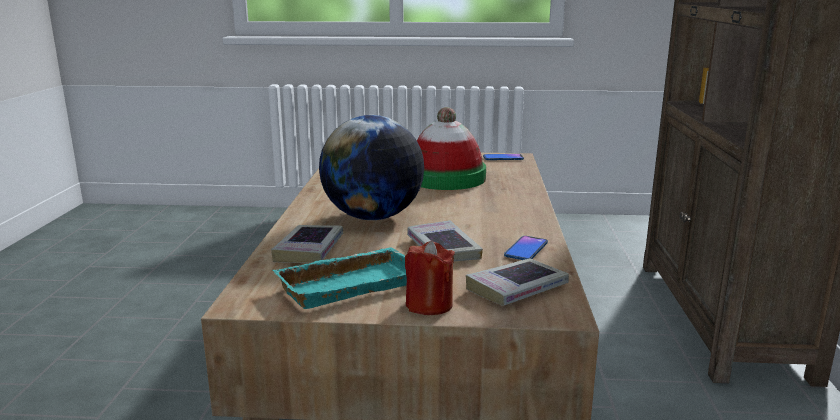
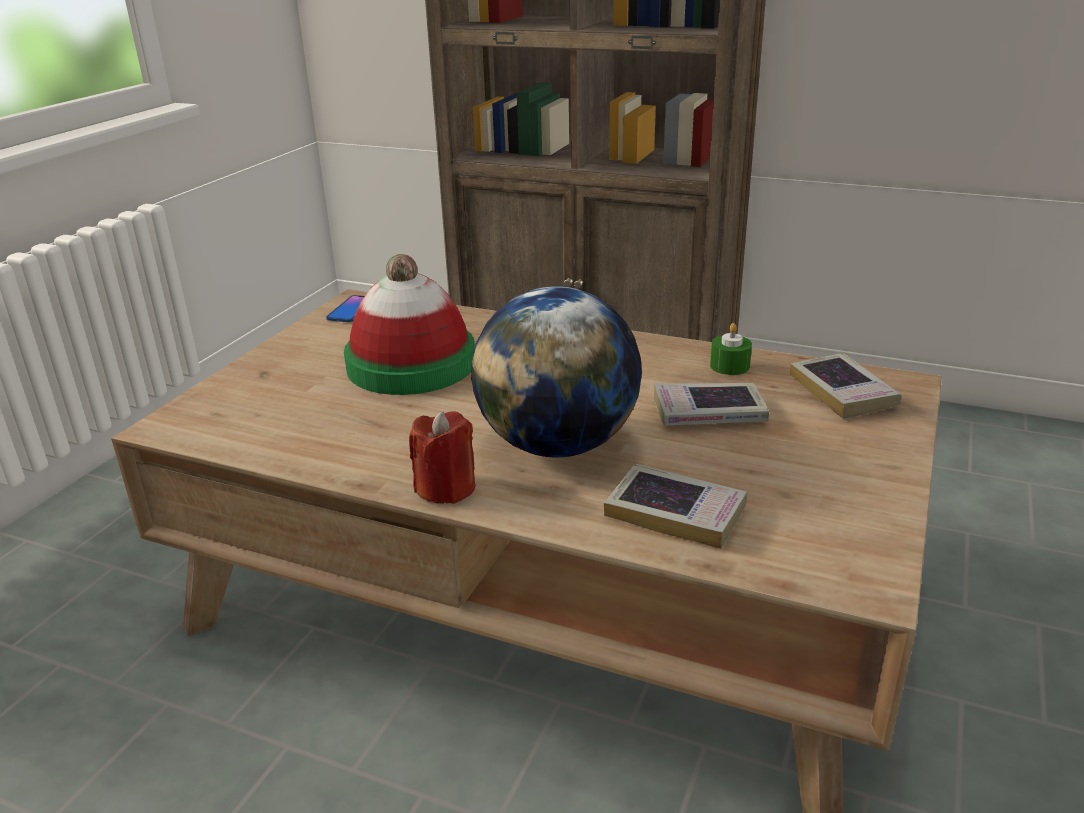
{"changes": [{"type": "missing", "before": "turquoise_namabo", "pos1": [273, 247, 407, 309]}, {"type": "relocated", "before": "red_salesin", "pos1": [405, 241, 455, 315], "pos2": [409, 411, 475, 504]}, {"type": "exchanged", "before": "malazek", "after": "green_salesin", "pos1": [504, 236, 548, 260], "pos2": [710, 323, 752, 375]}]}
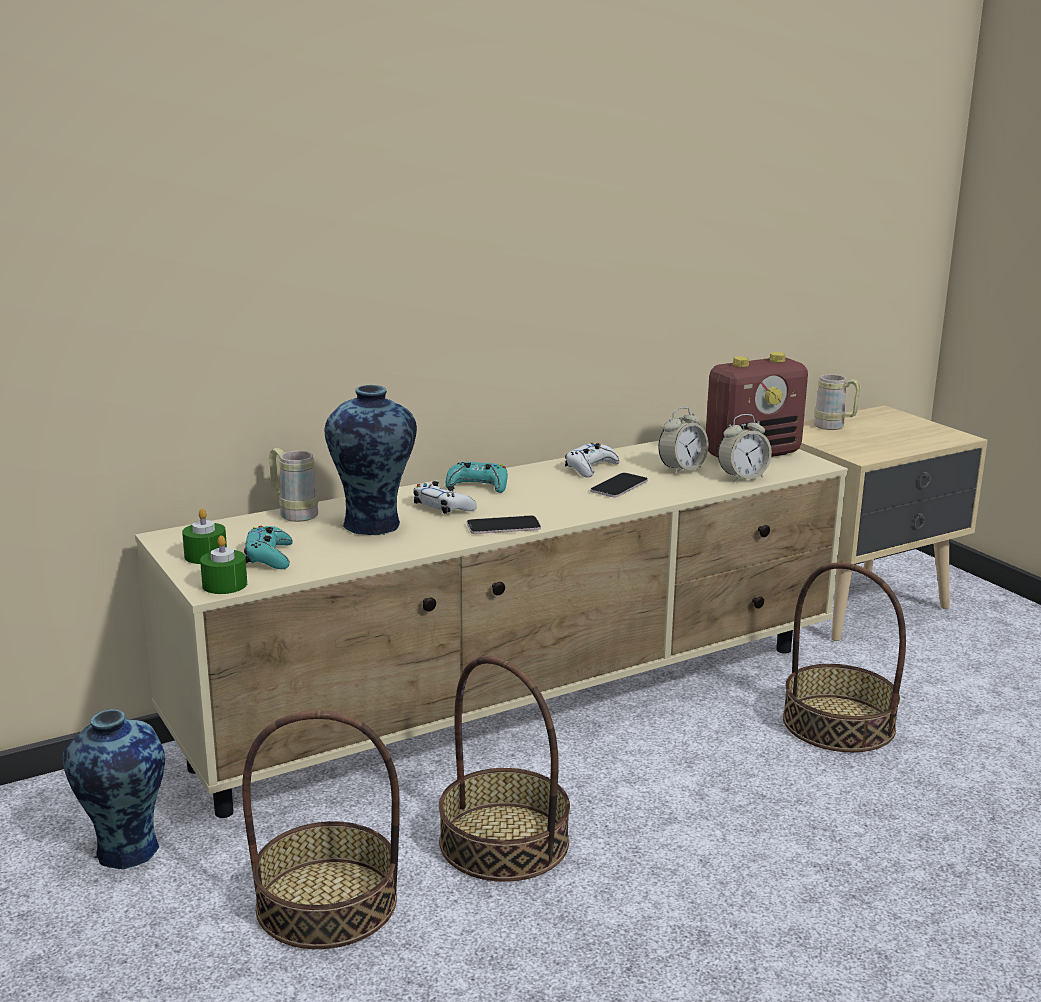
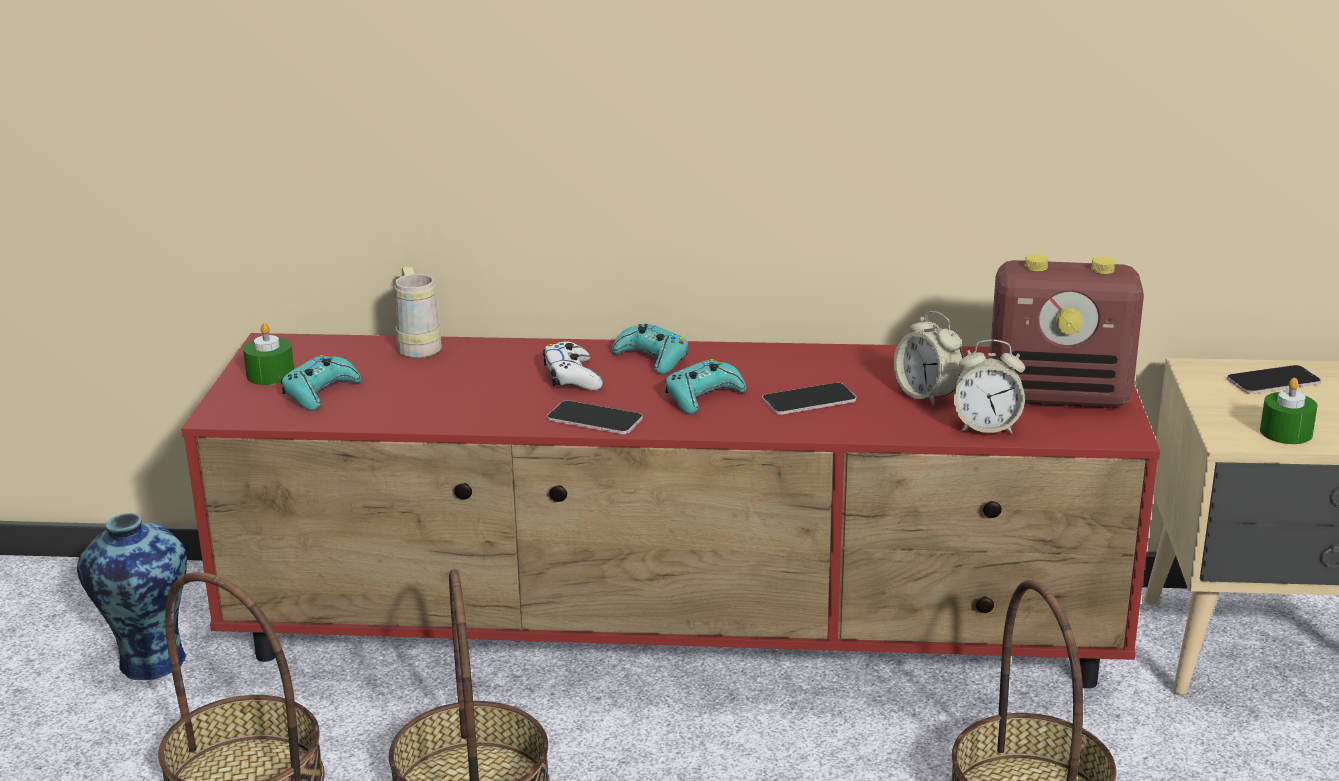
{"changes": [{"type": "colour", "before": "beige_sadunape", "after": "red_sadunape", "pos1": [135, 441, 848, 818], "pos2": [181, 333, 1160, 689]}, {"type": "relocated", "before": "green_salesin", "pos1": [200, 535, 247, 594], "pos2": [1260, 378, 1318, 444]}, {"type": "missing", "before": "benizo", "pos1": [325, 385, 417, 535]}, {"type": "missing", "before": "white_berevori", "pos1": [565, 443, 619, 478]}, {"type": "spun", "before": "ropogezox", "pos1": [658, 407, 708, 474], "pos2": [894, 311, 963, 407], "turn": 60}, {"type": "exchanged", "before": "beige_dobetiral", "after": "malazek", "pos1": [814, 374, 861, 430], "pos2": [1227, 365, 1321, 394]}, {"type": "appeared", "after": "turquoise_berevori", "pos2": [665, 359, 746, 414]}]}
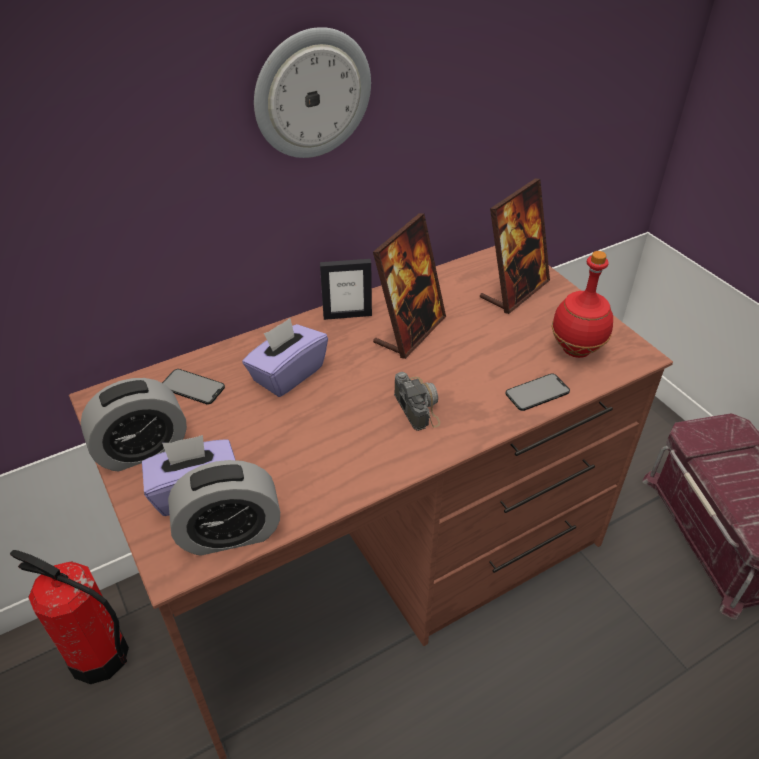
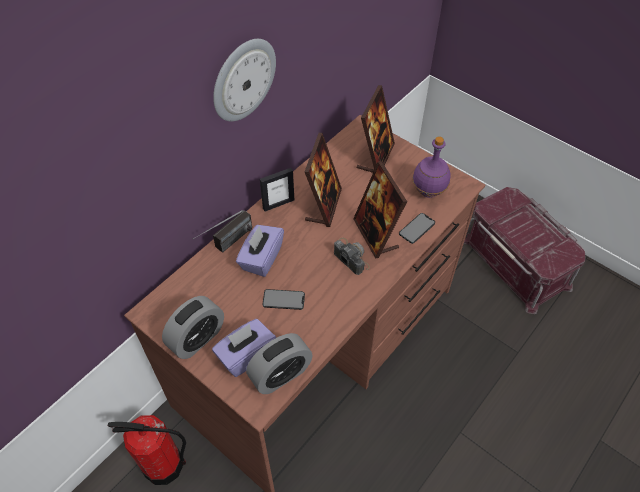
{"changes": [{"type": "relocated", "before": "malazek", "pos1": [162, 369, 225, 405], "pos2": [263, 289, 305, 310]}, {"type": "colour", "before": "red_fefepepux", "after": "purple_fefepepux", "pos1": [552, 251, 613, 358], "pos2": [412, 136, 451, 198]}, {"type": "appeared", "after": "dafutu", "pos2": [193, 210, 252, 253]}, {"type": "appeared", "after": "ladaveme", "pos2": [353, 161, 407, 258]}]}
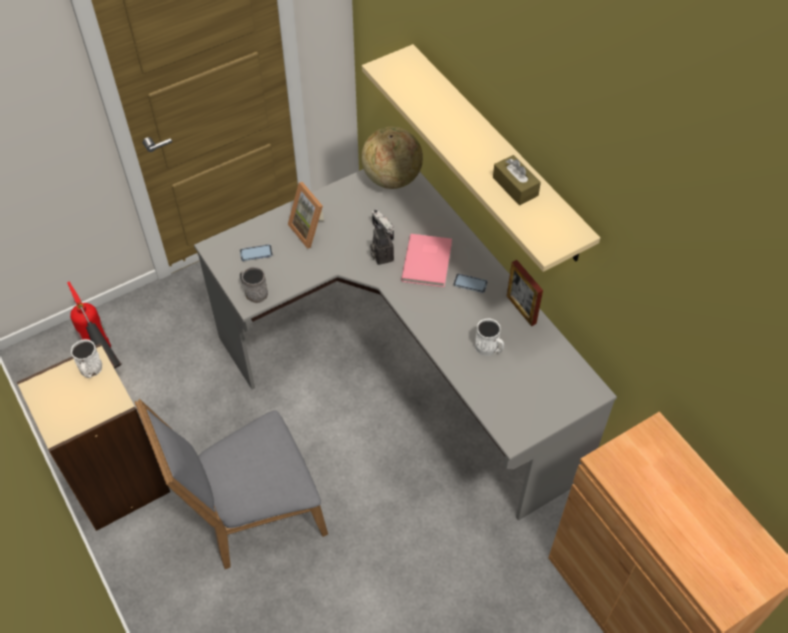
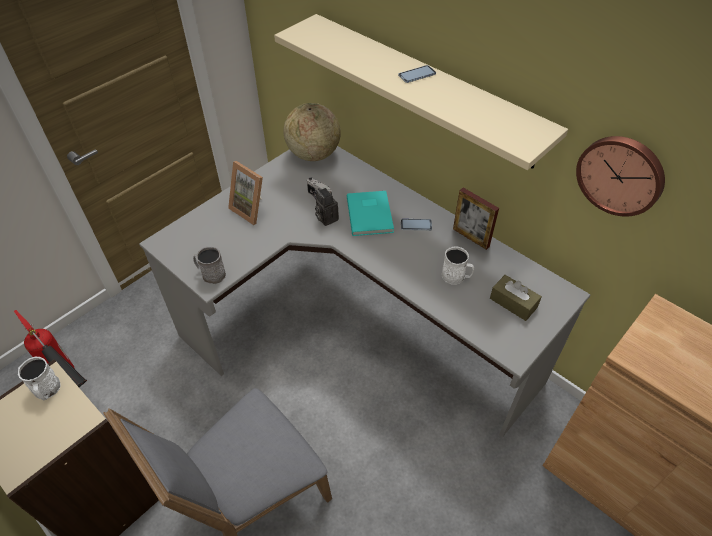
{"changes": [{"type": "relocated", "before": "malazek", "pos1": [240, 244, 273, 261], "pos2": [398, 65, 436, 83]}, {"type": "colour", "before": "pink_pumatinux", "after": "turquoise_pumatinux", "pos1": [401, 234, 452, 287], "pos2": [347, 191, 394, 236]}, {"type": "relocated", "before": "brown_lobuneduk", "pos1": [493, 155, 541, 205], "pos2": [490, 275, 542, 321]}, {"type": "appeared", "after": "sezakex", "pos2": [576, 136, 665, 217]}]}
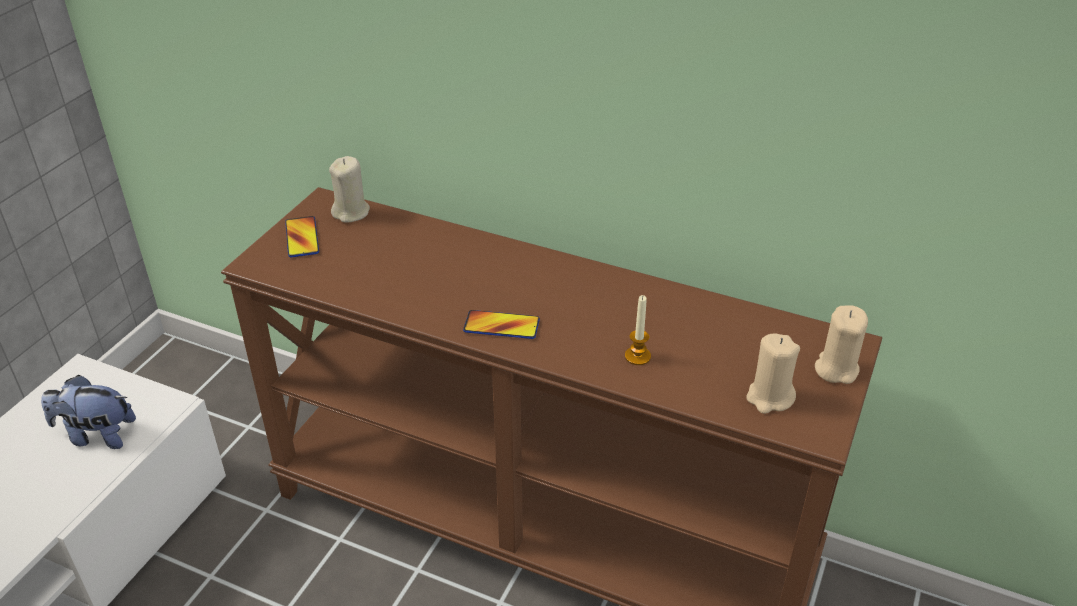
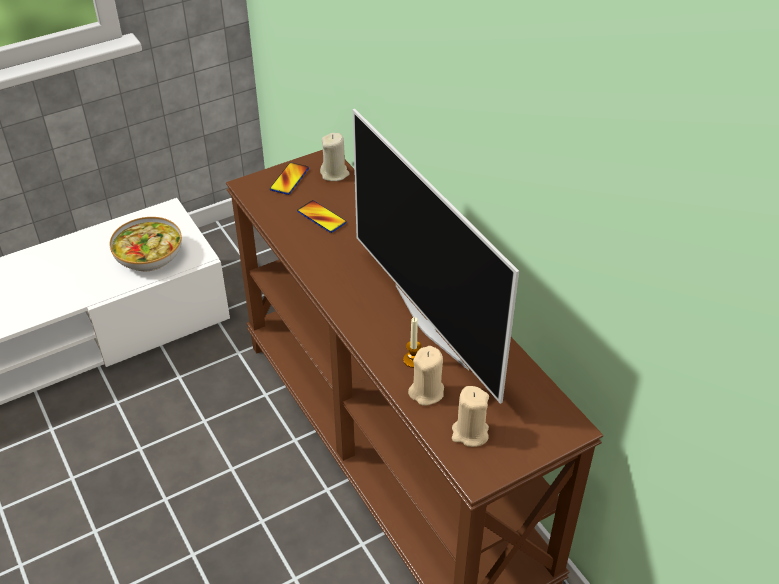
{"changes": [{"type": "exchanged", "before": "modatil", "after": "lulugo", "pos1": [41, 375, 136, 449], "pos2": [109, 217, 182, 272]}, {"type": "relocated", "before": "malazek", "pos1": [463, 310, 540, 339], "pos2": [297, 200, 347, 233]}, {"type": "relocated", "before": "beige_salesin", "pos1": [815, 305, 868, 384], "pos2": [408, 346, 444, 406]}, {"type": "appeared", "after": "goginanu", "pos2": [353, 109, 519, 404]}]}
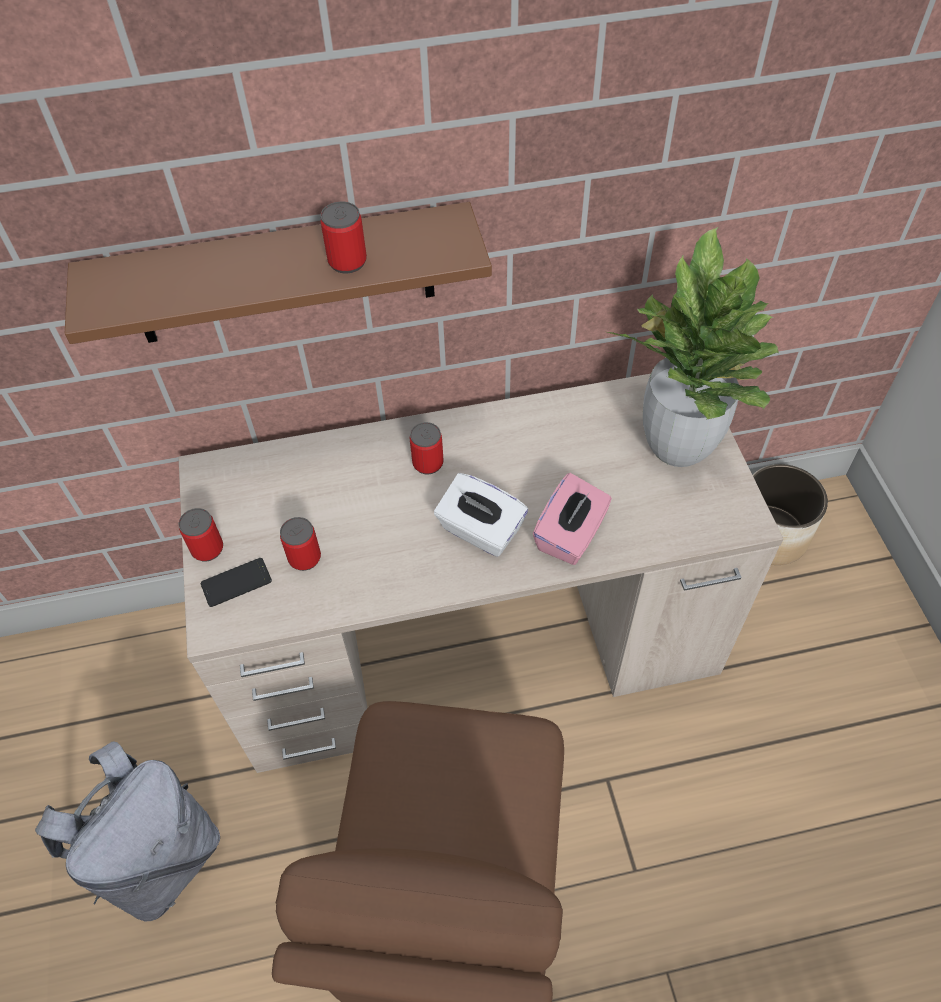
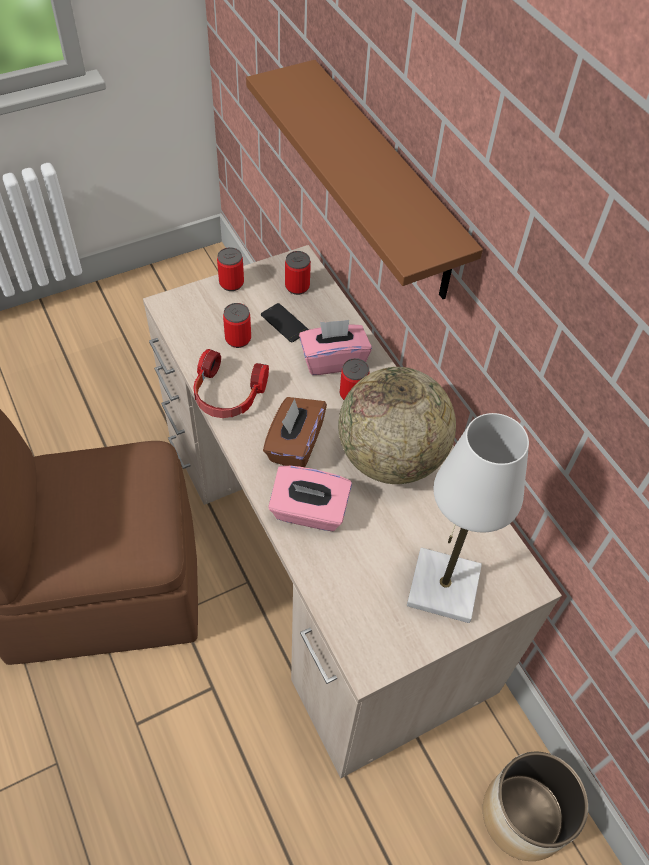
{"changes": [{"type": "missing", "before": "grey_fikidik", "pos1": [35, 742, 220, 922]}, {"type": "relocated", "before": "malazek", "pos1": [201, 558, 272, 607], "pos2": [261, 303, 309, 342]}, {"type": "relocated", "before": "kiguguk", "pos1": [320, 202, 367, 273], "pos2": [285, 251, 311, 295]}, {"type": "colour", "before": "white_lobuneduk", "after": "brown_lobuneduk", "pos1": [434, 473, 528, 557], "pos2": [263, 397, 327, 467]}, {"type": "exchanged", "before": "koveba", "after": "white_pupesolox", "pos1": [608, 227, 779, 467], "pos2": [407, 413, 529, 623]}, {"type": "appeared", "after": "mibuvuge", "pos2": [193, 349, 269, 418]}, {"type": "appeared", "after": "pink_lobuneduk", "pos2": [299, 320, 372, 375]}, {"type": "appeared", "after": "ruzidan", "pos2": [338, 367, 456, 484]}]}
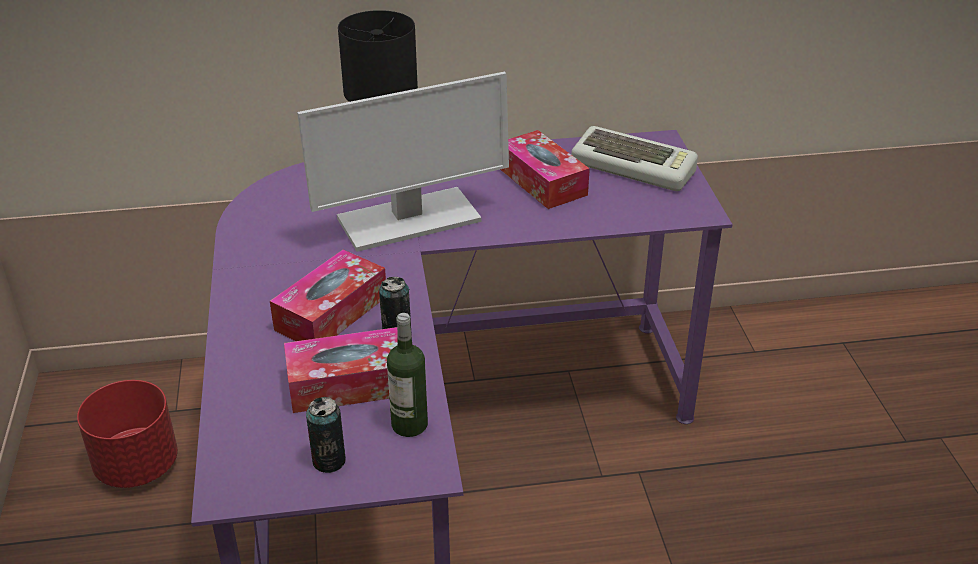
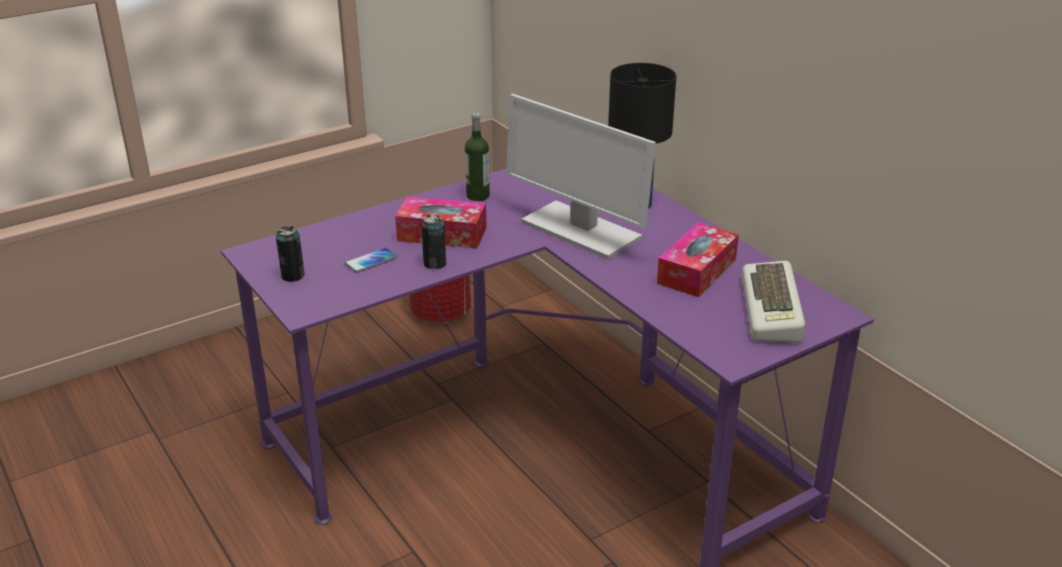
{"changes": [{"type": "exchanged", "before": "lobuneduk", "after": "malazek", "pos1": [284, 327, 398, 413], "pos2": [345, 248, 397, 273]}, {"type": "relocated", "before": "fefepepux", "pos1": [387, 313, 428, 437], "pos2": [465, 113, 490, 201]}]}
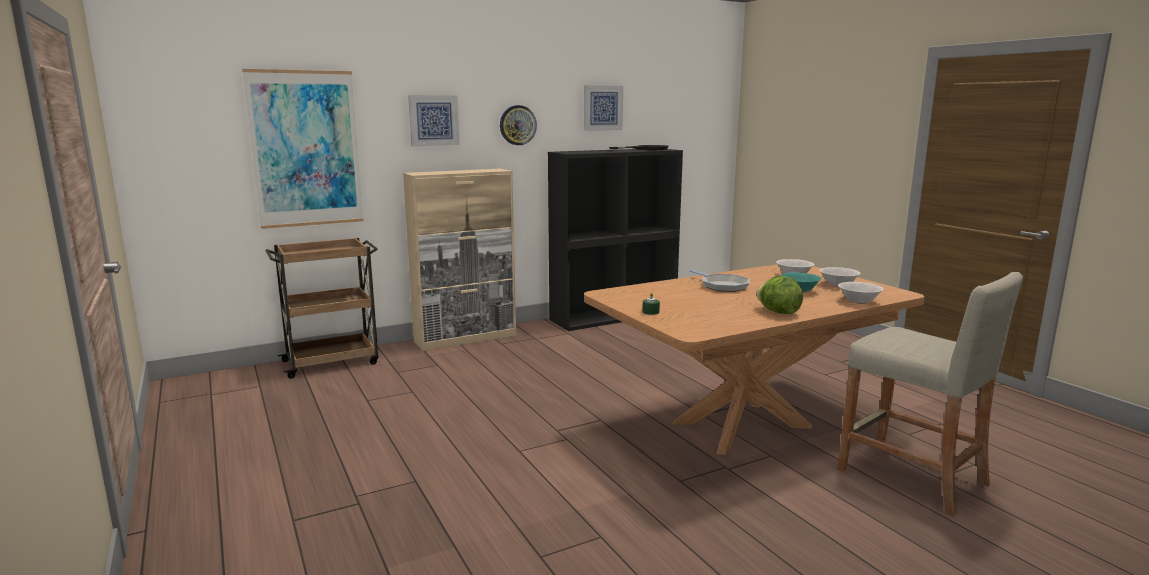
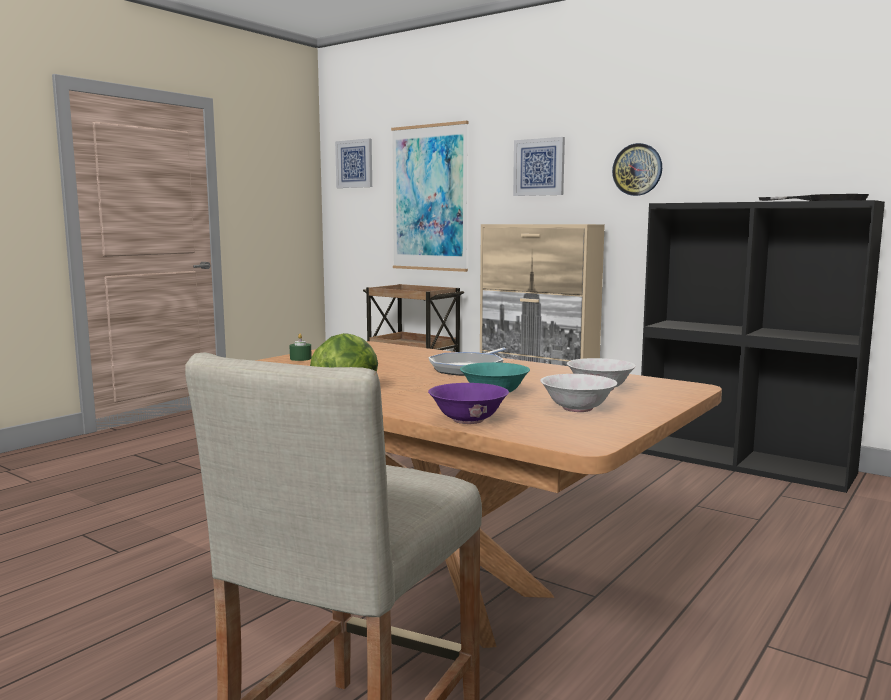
{"changes": [{"type": "relocated", "before": "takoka", "pos1": [584, 85, 623, 131], "pos2": [335, 139, 372, 188]}, {"type": "colour", "before": "white_lulugo", "after": "purple_lulugo", "pos1": [838, 282, 884, 304], "pos2": [428, 383, 509, 424]}]}
